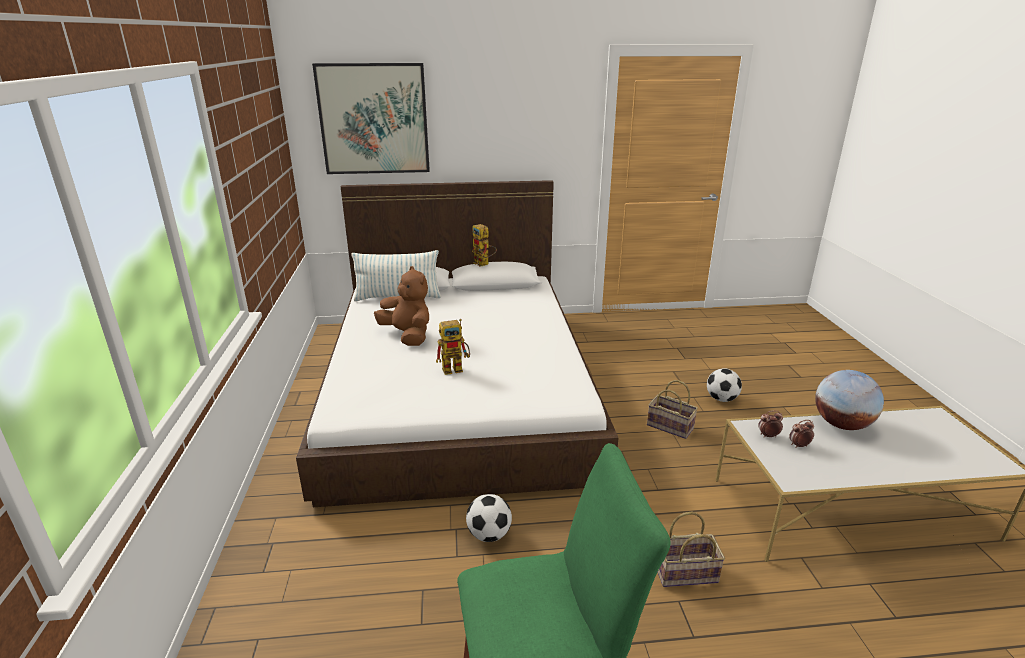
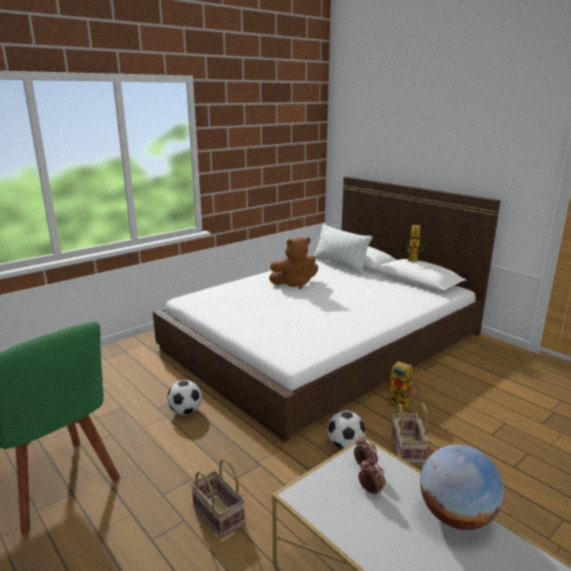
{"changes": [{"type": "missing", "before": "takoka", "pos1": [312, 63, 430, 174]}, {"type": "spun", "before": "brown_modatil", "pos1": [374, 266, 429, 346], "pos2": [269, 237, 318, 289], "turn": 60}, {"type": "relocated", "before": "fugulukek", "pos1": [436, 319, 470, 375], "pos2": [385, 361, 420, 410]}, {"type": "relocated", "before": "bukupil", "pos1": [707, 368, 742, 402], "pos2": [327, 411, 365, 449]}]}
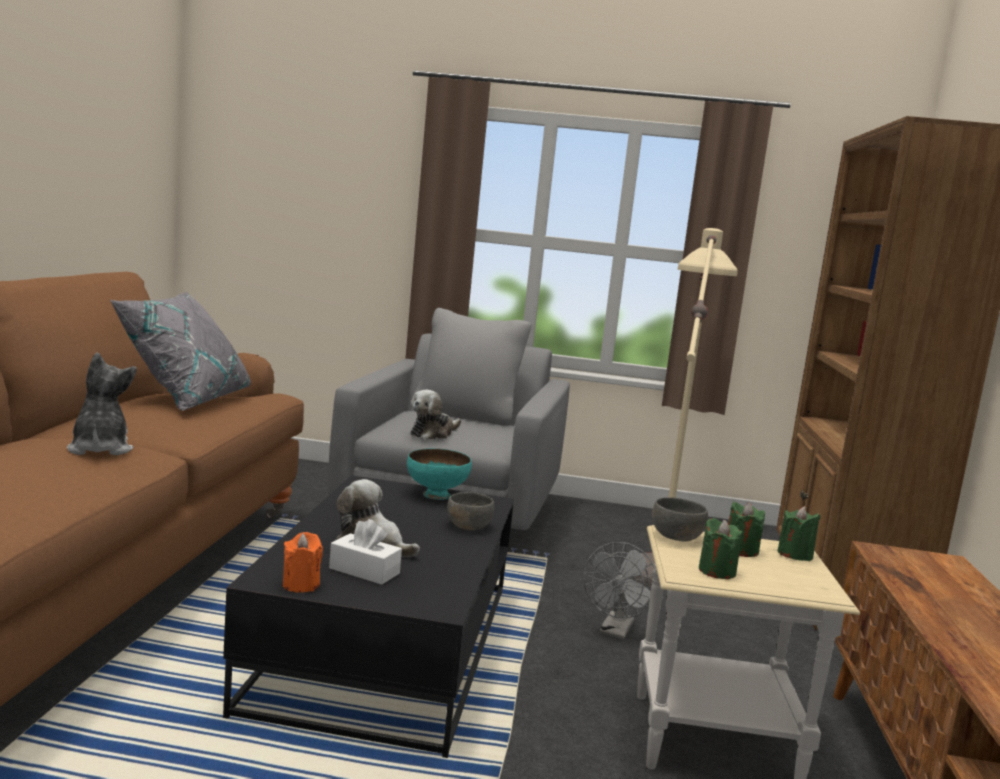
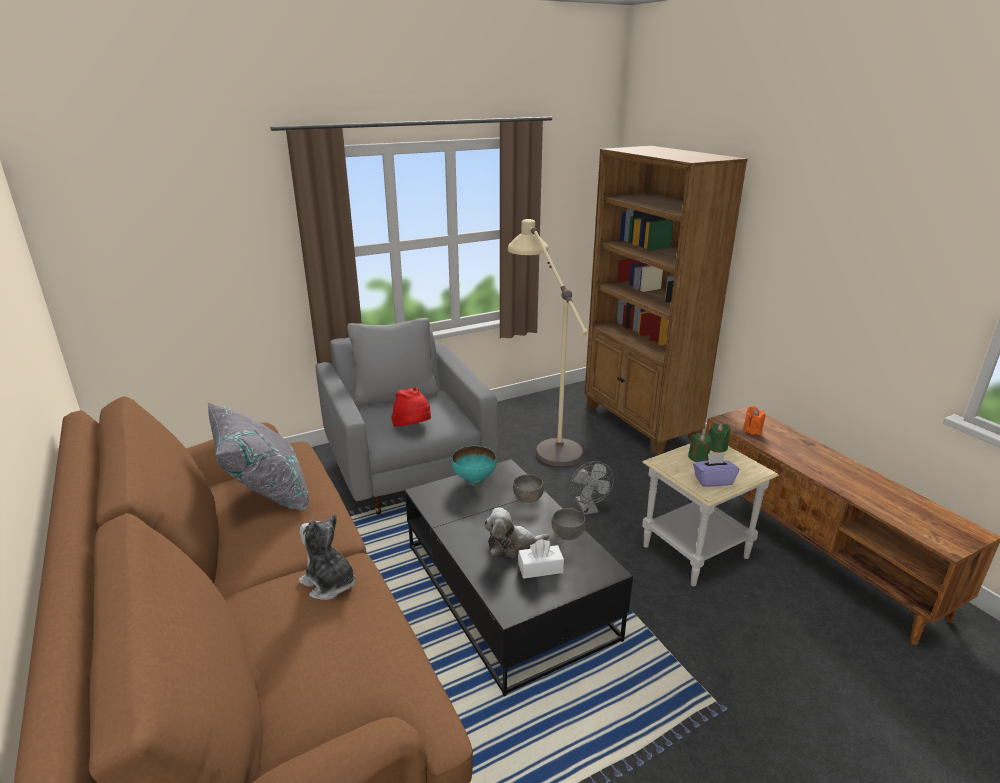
{"changes": [{"type": "relocated", "before": "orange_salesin", "pos1": [283, 532, 323, 593], "pos2": [743, 406, 766, 435]}, {"type": "exchanged", "before": "modatil", "after": "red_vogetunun", "pos1": [410, 390, 461, 440], "pos2": [391, 387, 431, 426]}, {"type": "relocated", "before": "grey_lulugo", "pos1": [652, 497, 708, 542], "pos2": [551, 508, 586, 540]}, {"type": "exchanged", "before": "green_salesin", "after": "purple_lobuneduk", "pos1": [699, 518, 743, 579], "pos2": [693, 453, 739, 487]}]}
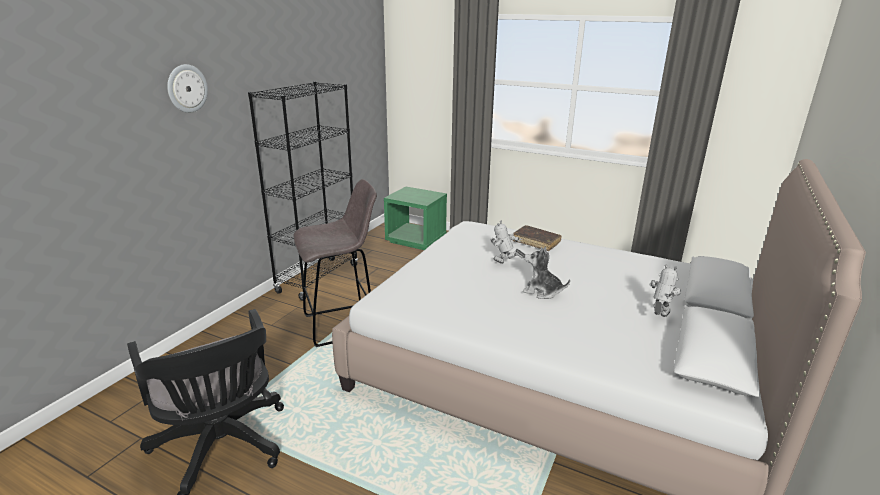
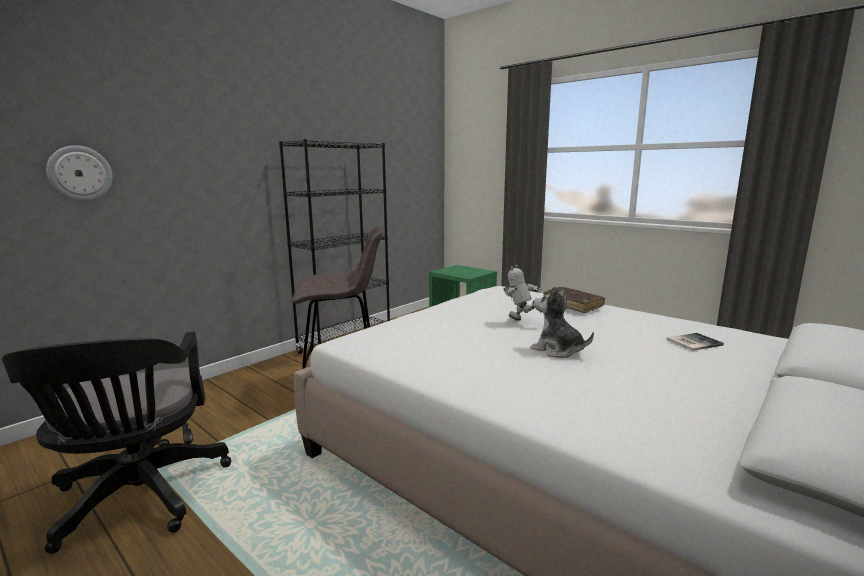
{"changes": [{"type": "relocated", "before": "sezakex", "pos1": [167, 64, 208, 113], "pos2": [46, 145, 113, 201]}, {"type": "missing", "before": "fugulukek", "pos1": [649, 264, 681, 317]}, {"type": "appeared", "after": "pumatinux", "pos2": [667, 333, 724, 351]}]}
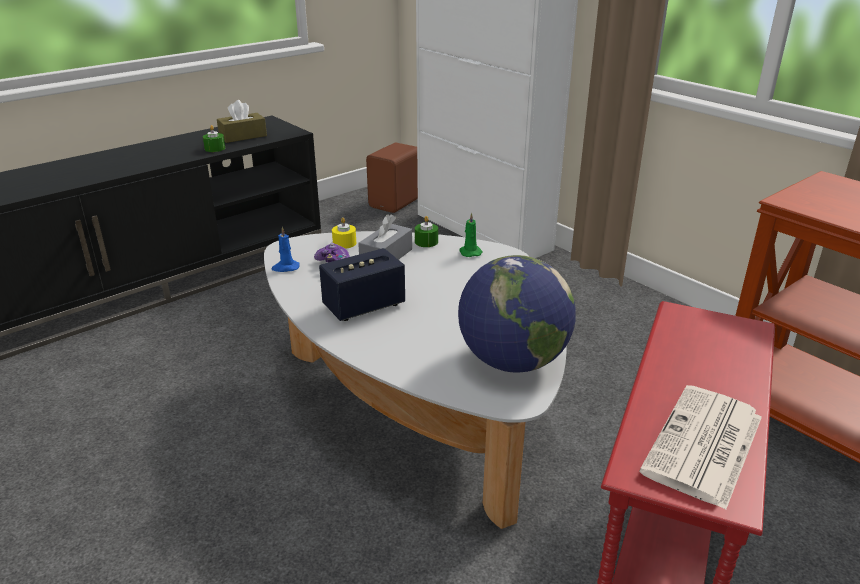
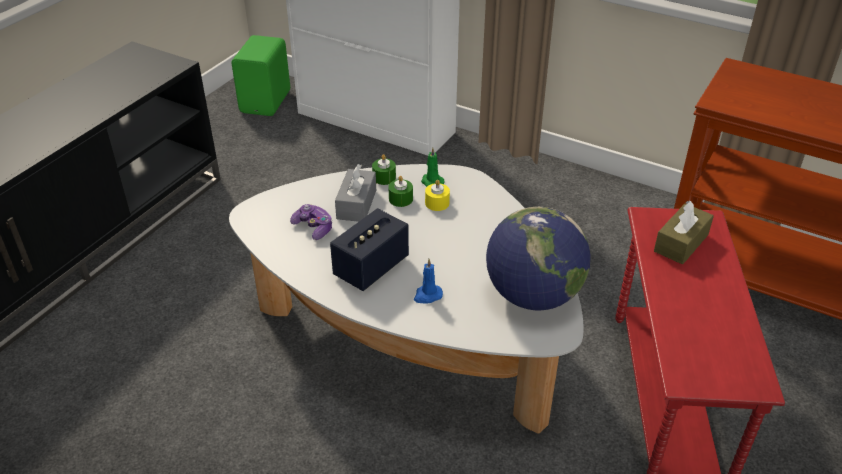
{"changes": [{"type": "relocated", "before": "green_salesin", "pos1": [203, 125, 225, 152], "pos2": [389, 176, 413, 207]}, {"type": "relocated", "before": "brown_lobuneduk", "pos1": [217, 100, 267, 143], "pos2": [654, 201, 714, 264]}, {"type": "relocated", "before": "blue_salesin", "pos1": [272, 227, 300, 272], "pos2": [414, 258, 443, 303]}, {"type": "relocated", "before": "yellow_salesin", "pos1": [332, 217, 356, 249], "pos2": [425, 180, 450, 211]}, {"type": "colour", "before": "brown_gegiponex", "after": "green_gegiponex", "pos1": [366, 143, 418, 213], "pos2": [232, 35, 290, 116]}, {"type": "missing", "before": "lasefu", "pos1": [639, 385, 762, 510]}]}
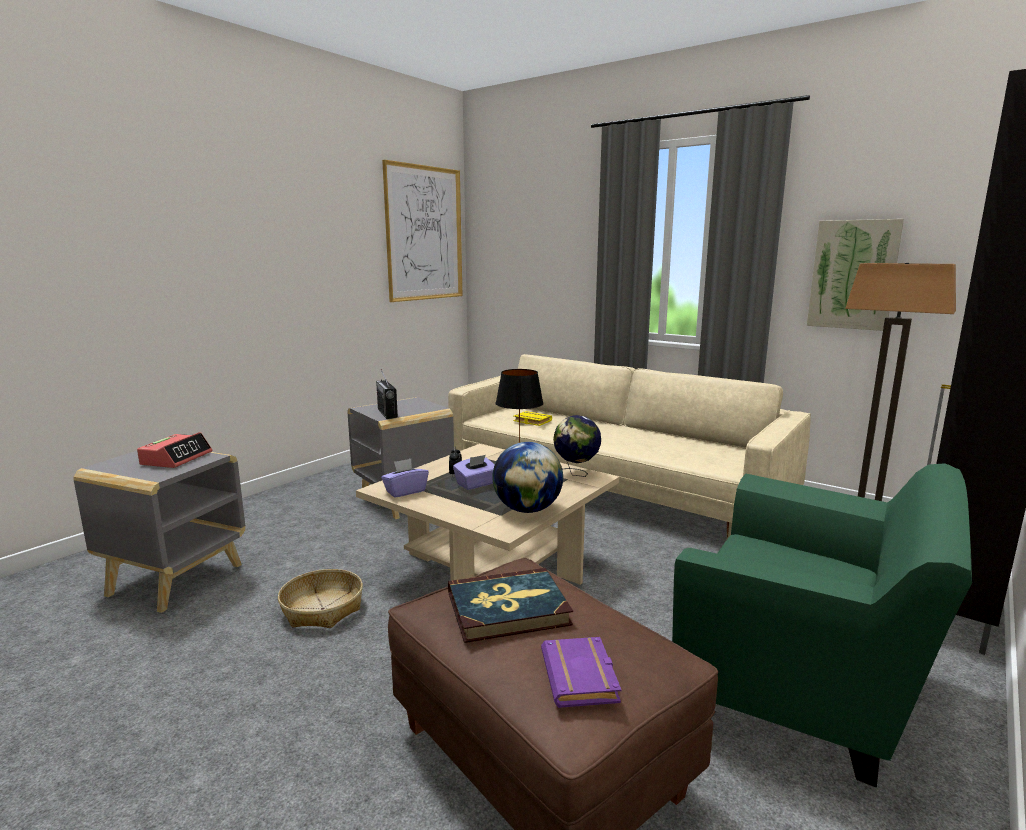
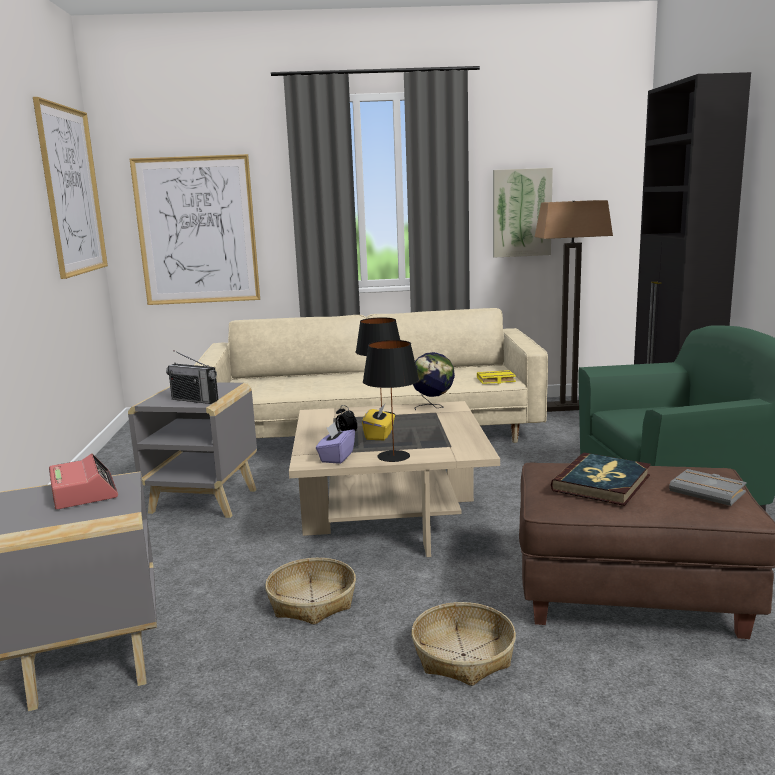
{"changes": [{"type": "colour", "before": "purple_lobuneduk", "after": "yellow_lobuneduk", "pos1": [453, 455, 495, 490], "pos2": [362, 404, 395, 440]}, {"type": "missing", "before": "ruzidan", "pos1": [492, 442, 563, 513]}, {"type": "relocated", "before": "yellow_pumatinux", "pos1": [513, 411, 552, 426], "pos2": [477, 370, 516, 384]}, {"type": "colour", "before": "purple_pumatinux", "after": "grey_pumatinux", "pos1": [541, 637, 621, 708], "pos2": [669, 469, 747, 506]}, {"type": "appeared", "after": "takoka", "pos2": [129, 154, 260, 305]}, {"type": "appeared", "after": "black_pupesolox", "pos2": [363, 340, 419, 462]}, {"type": "appeared", "after": "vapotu", "pos2": [412, 602, 516, 686]}]}
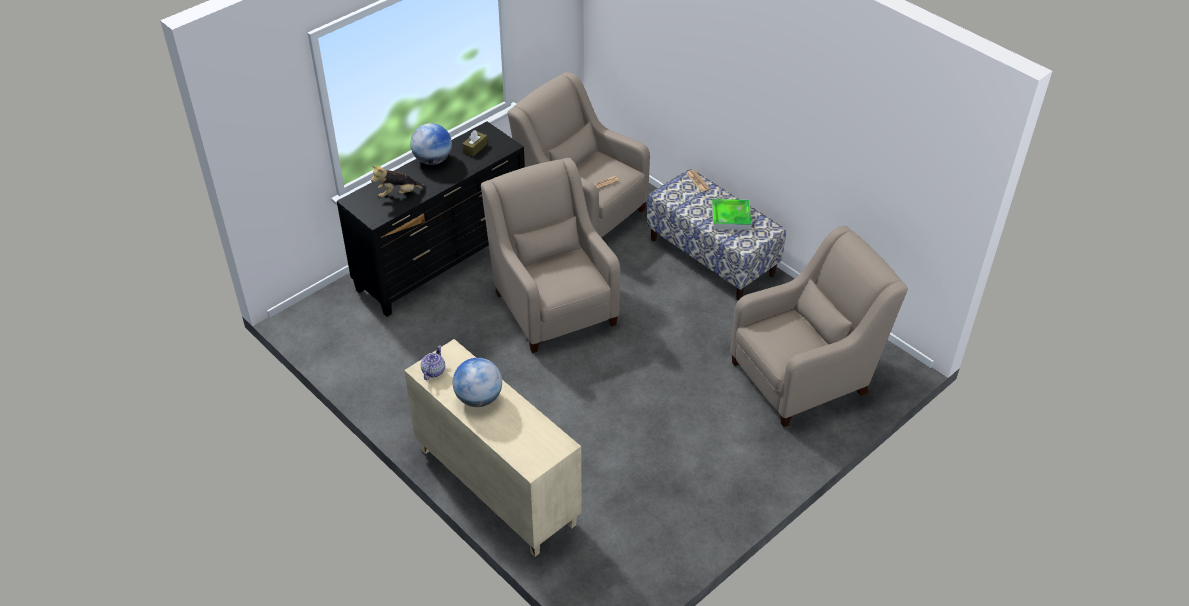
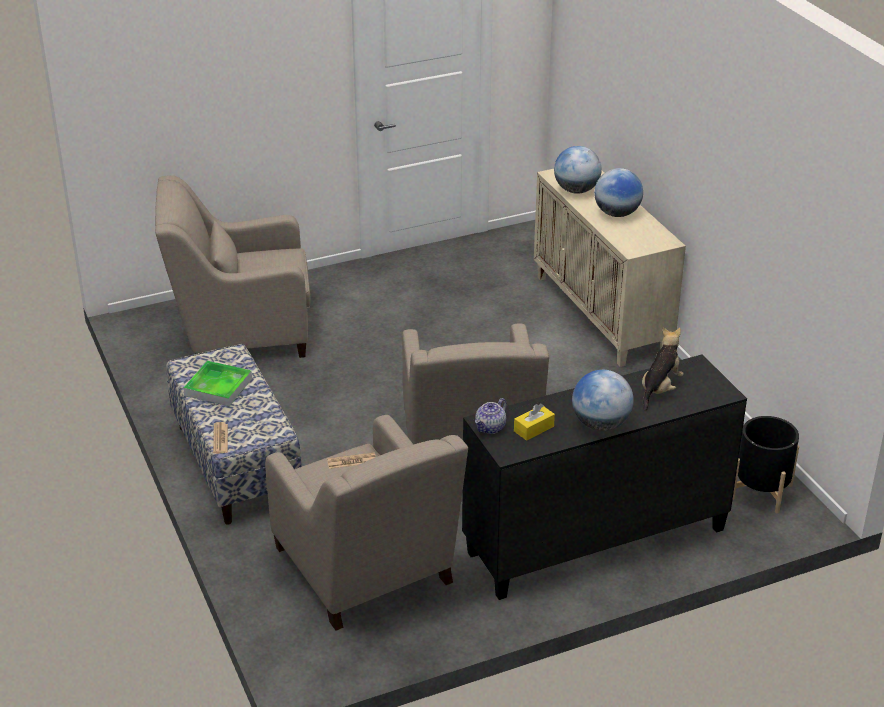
{"changes": [{"type": "spun", "before": "modatil", "pos1": [371, 165, 427, 198], "pos2": [642, 328, 684, 411], "turn": -60}, {"type": "relocated", "before": "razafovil", "pos1": [421, 345, 445, 380], "pos2": [475, 398, 507, 434]}, {"type": "colour", "before": "brown_lobuneduk", "after": "yellow_lobuneduk", "pos1": [462, 130, 488, 156], "pos2": [514, 403, 555, 441]}, {"type": "appeared", "after": "ruzidan", "pos2": [554, 146, 602, 194]}, {"type": "appeared", "after": "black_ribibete", "pos2": [732, 416, 799, 514]}]}
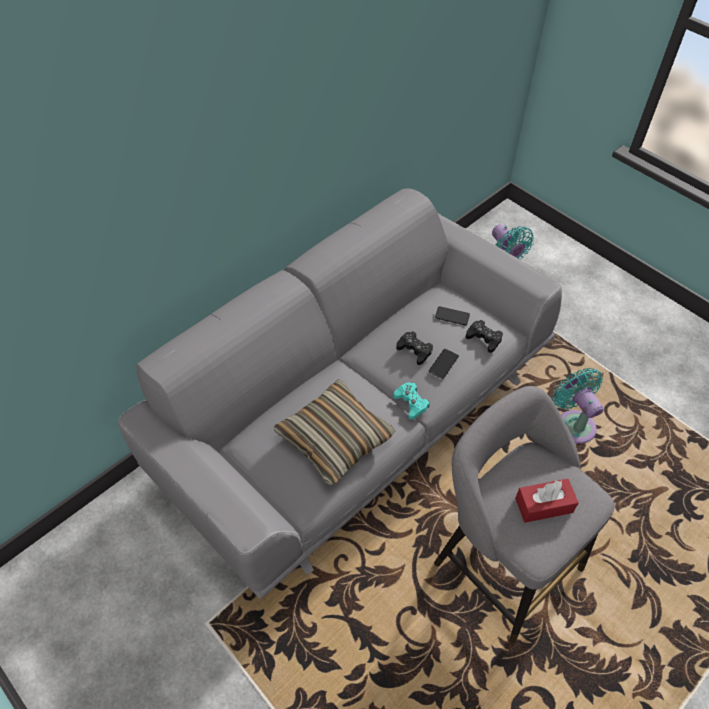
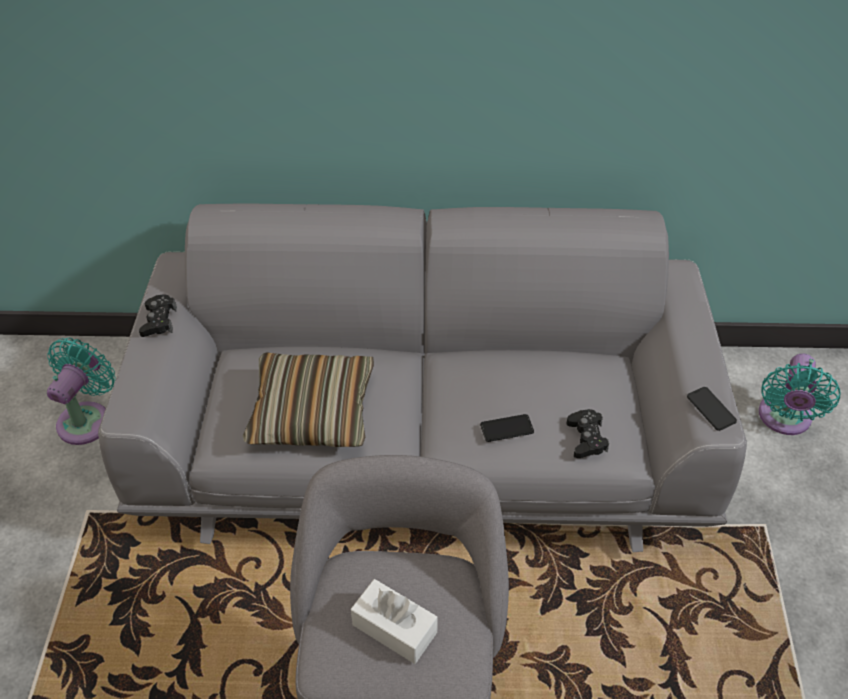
{"changes": [{"type": "missing", "before": "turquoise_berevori", "pos1": [394, 382, 430, 420]}, {"type": "relocated", "before": "black_berevori", "pos1": [396, 331, 433, 365], "pos2": [139, 294, 177, 337]}, {"type": "relocated", "before": "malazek", "pos1": [435, 306, 470, 325], "pos2": [687, 387, 737, 431]}, {"type": "colour", "before": "red_lobuneduk", "after": "white_lobuneduk", "pos1": [515, 479, 579, 523], "pos2": [351, 579, 438, 664]}, {"type": "relocated", "before": "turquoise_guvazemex", "pos1": [553, 368, 603, 444], "pos2": [47, 338, 115, 445]}]}
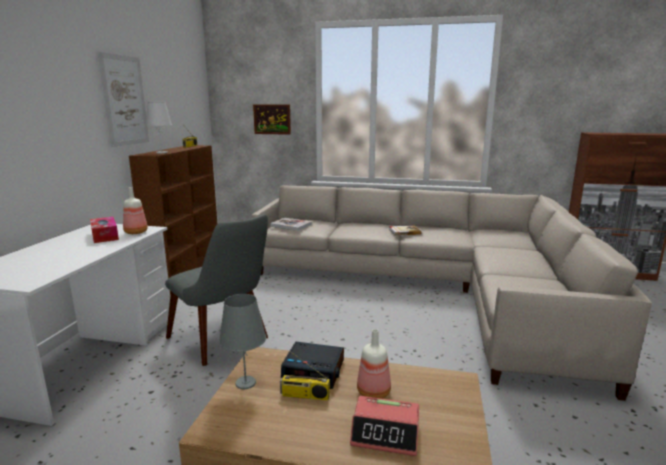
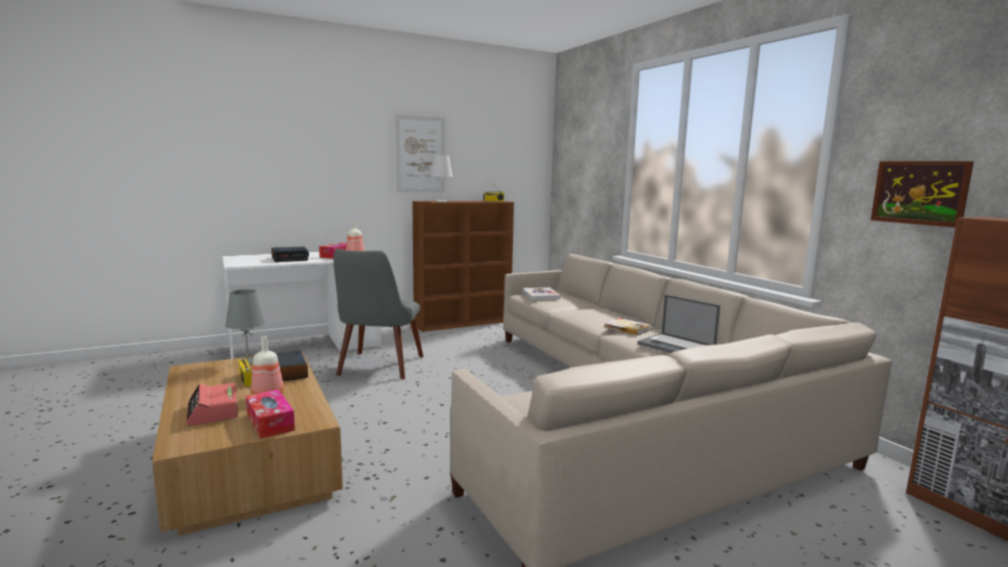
{"changes": [{"type": "relocated", "before": "takoka", "pos1": [253, 104, 291, 135], "pos2": [871, 161, 974, 227]}, {"type": "appeared", "after": "lobuneduk", "pos2": [246, 390, 295, 439]}, {"type": "appeared", "after": "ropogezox", "pos2": [271, 247, 309, 262]}, {"type": "appeared", "after": "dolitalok", "pos2": [637, 295, 720, 353]}]}
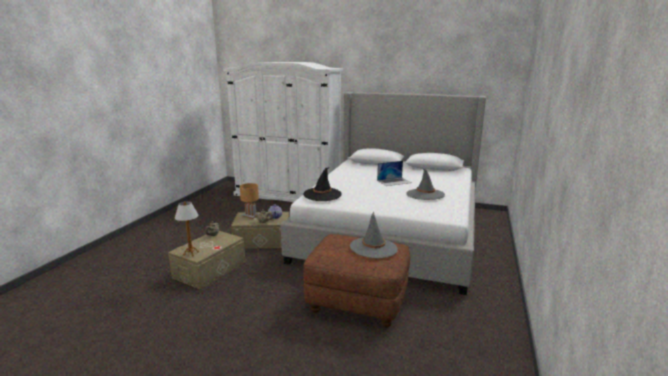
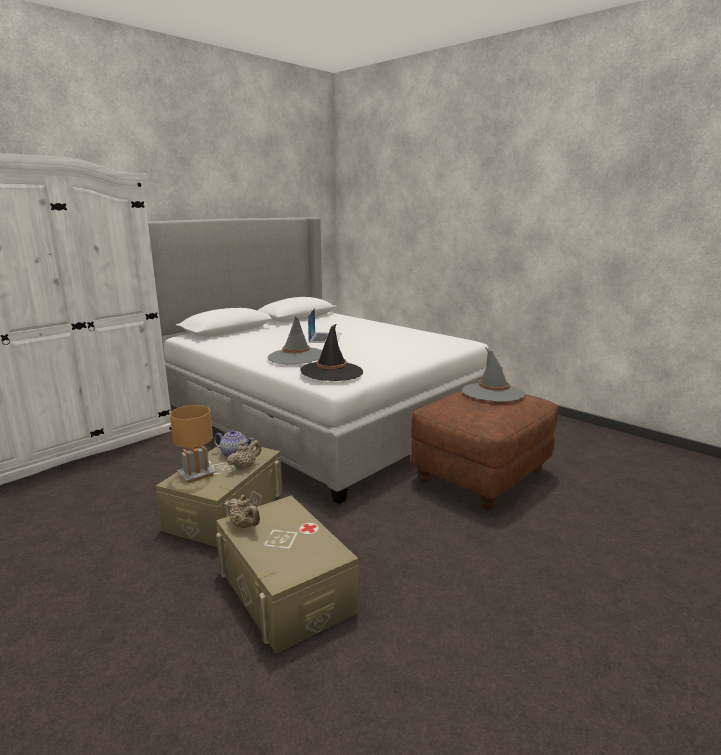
{"changes": [{"type": "missing", "before": "pupesolox", "pos1": [175, 201, 199, 257]}, {"type": "relocated", "before": "grey_vogetunun", "pos1": [406, 169, 445, 200], "pos2": [267, 317, 322, 364]}]}
